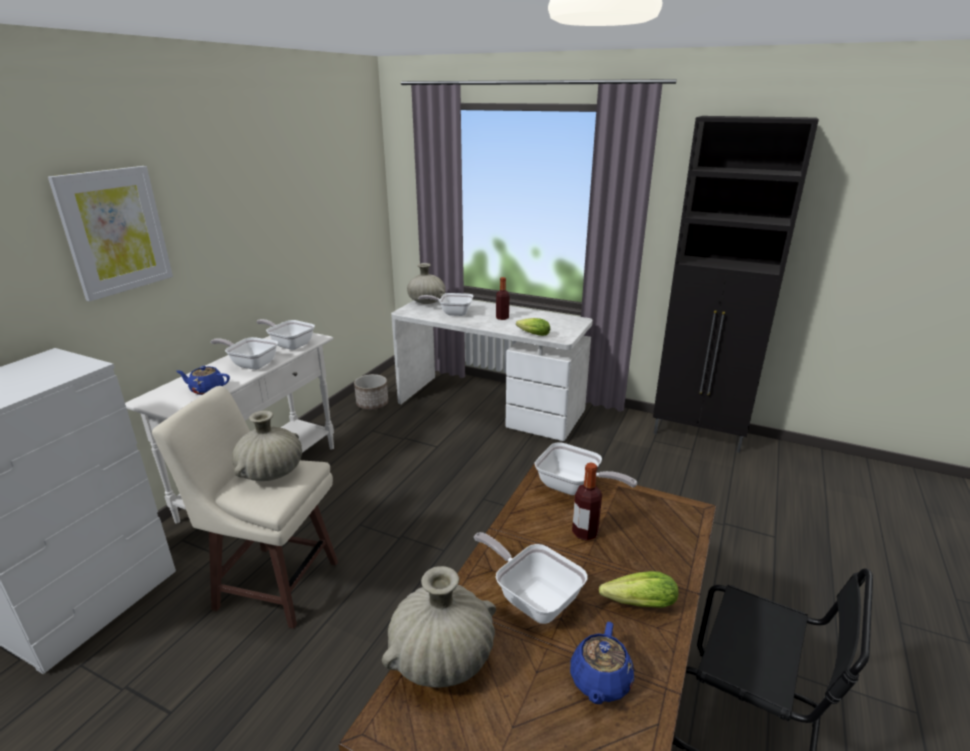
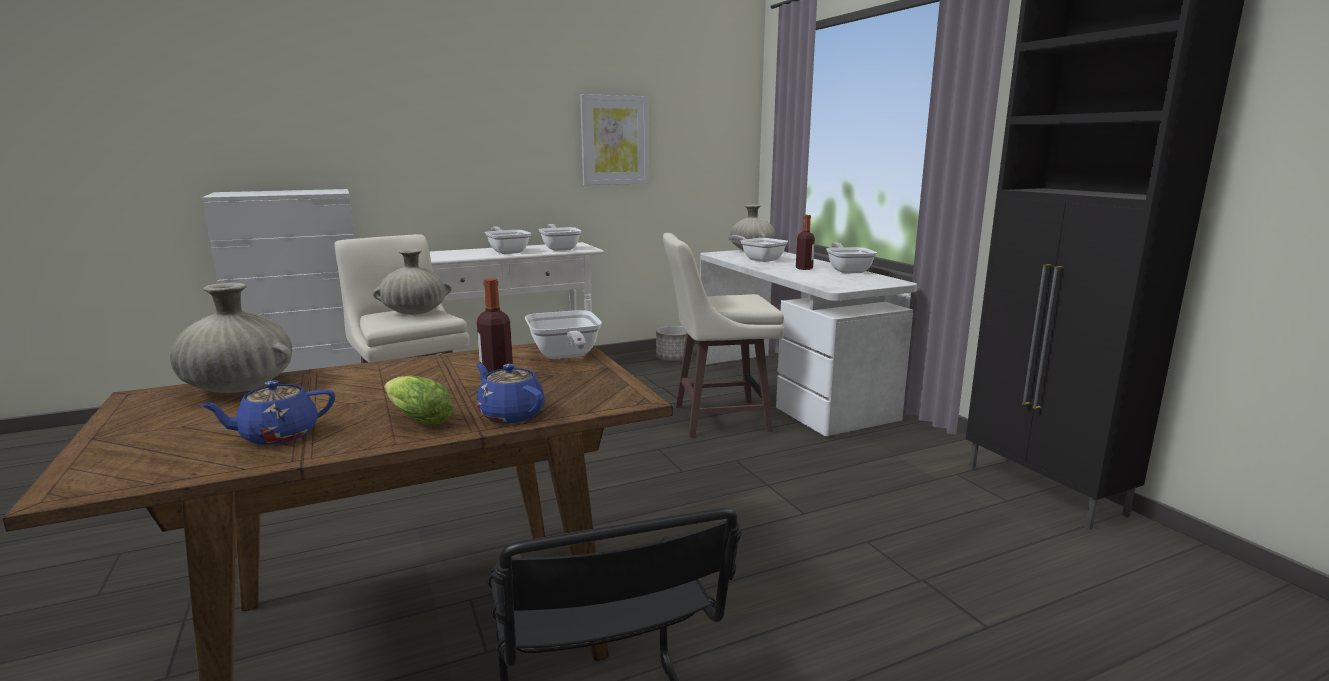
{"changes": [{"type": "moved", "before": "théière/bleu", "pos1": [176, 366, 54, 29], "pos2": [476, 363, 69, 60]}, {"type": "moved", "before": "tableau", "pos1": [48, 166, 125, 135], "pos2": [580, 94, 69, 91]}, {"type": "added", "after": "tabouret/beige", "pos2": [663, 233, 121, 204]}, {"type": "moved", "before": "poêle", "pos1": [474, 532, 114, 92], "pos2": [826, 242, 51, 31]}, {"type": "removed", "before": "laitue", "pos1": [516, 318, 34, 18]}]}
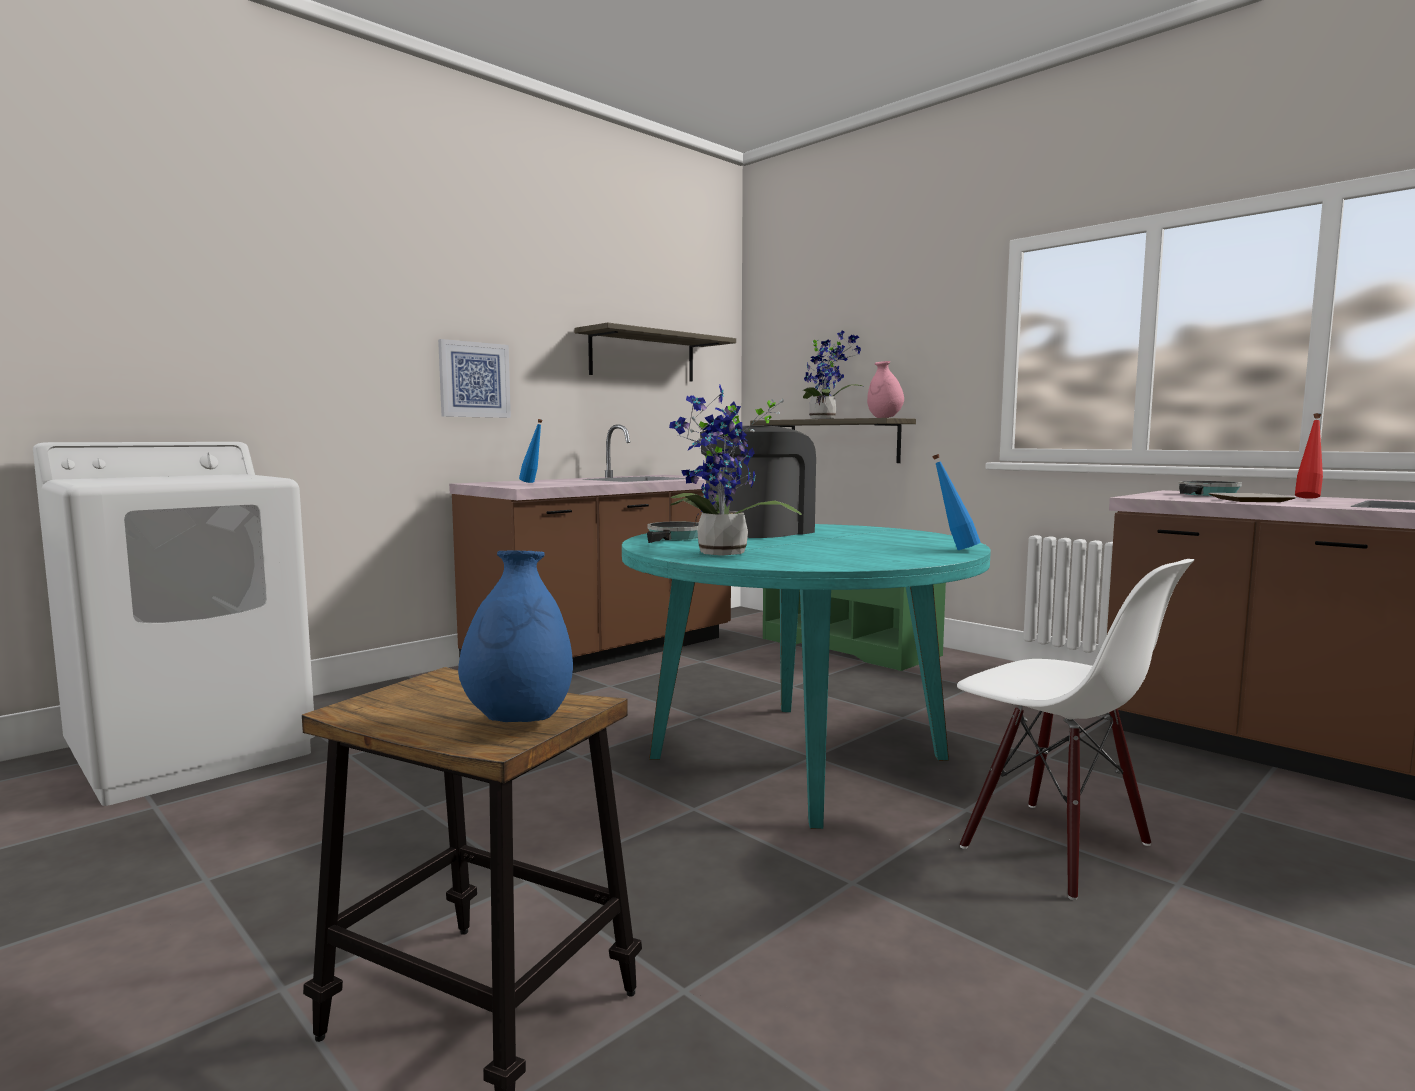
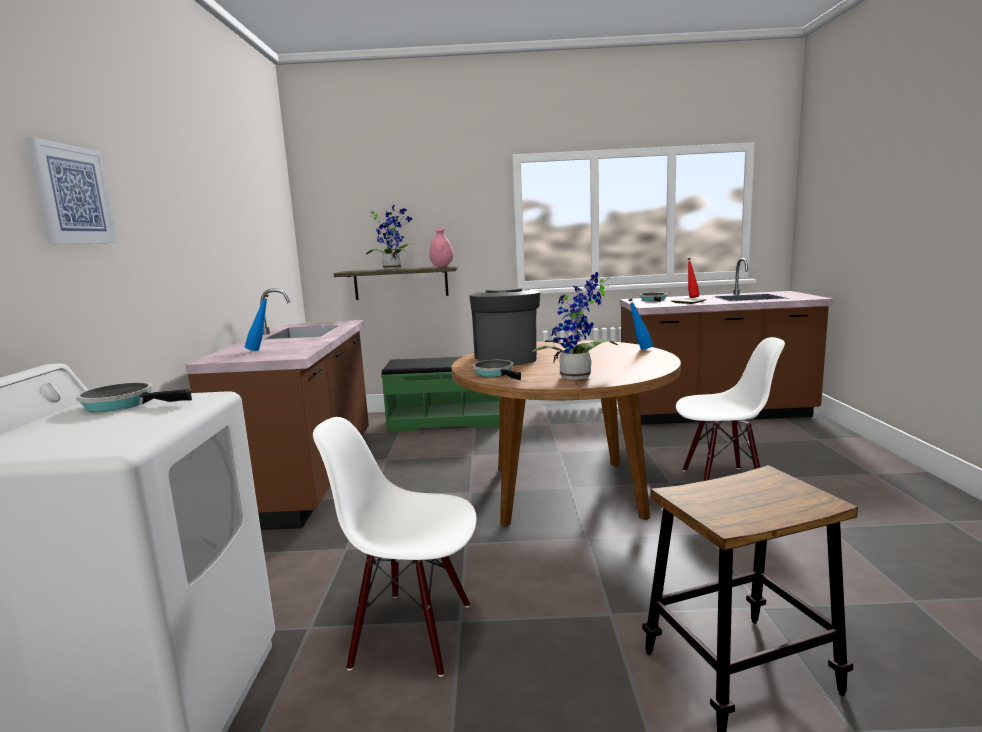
{"changes": [{"type": "moved", "before": "tableau", "pos1": [438, 339, 73, 79], "pos2": [26, 137, 92, 107]}, {"type": "added", "after": "poêle", "pos2": [76, 382, 116, 30]}, {"type": "added", "after": "chaise/blanc", "pos2": [313, 417, 164, 260]}, {"type": "recoloured", "before": "table à manger/turquoise", "after": "table à manger/marron", "pos1": [622, 524, 369, 305], "pos2": [452, 340, 229, 187]}, {"type": "removed", "before": "vase/bleu", "pos1": [458, 550, 115, 172]}, {"type": "removed", "before": "étagère", "pos1": [575, 323, 161, 59]}]}
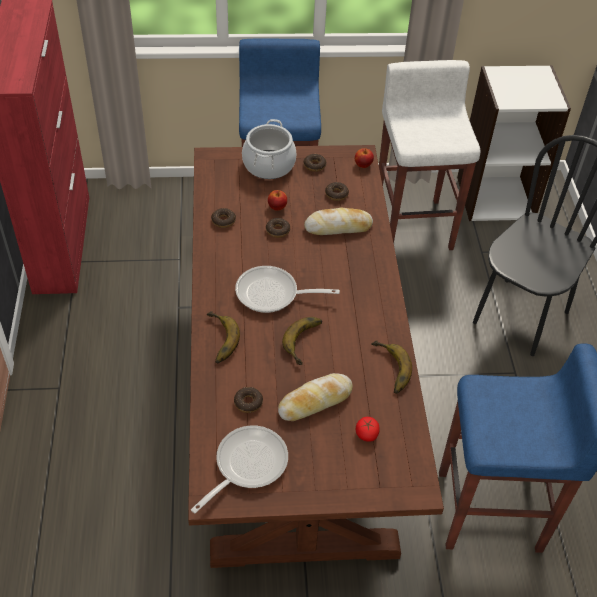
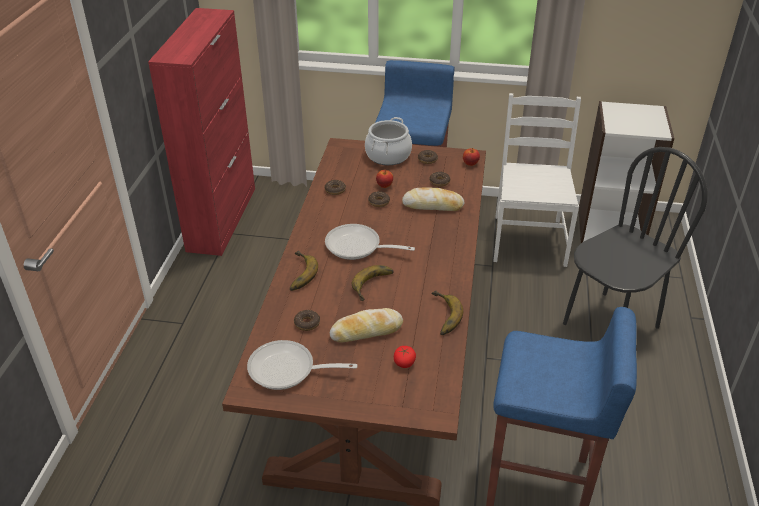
{"changes": [{"type": "turned", "before": "poêle", "pos1": [191, 425, 97, 88], "pos2": [247, 340, 111, 50], "turn": -135}, {"type": "replaced", "before": "tabouret/blanc", "after": "chaise/blanc", "pos1": [379, 60, 101, 190], "pos2": [494, 93, 87, 174]}]}
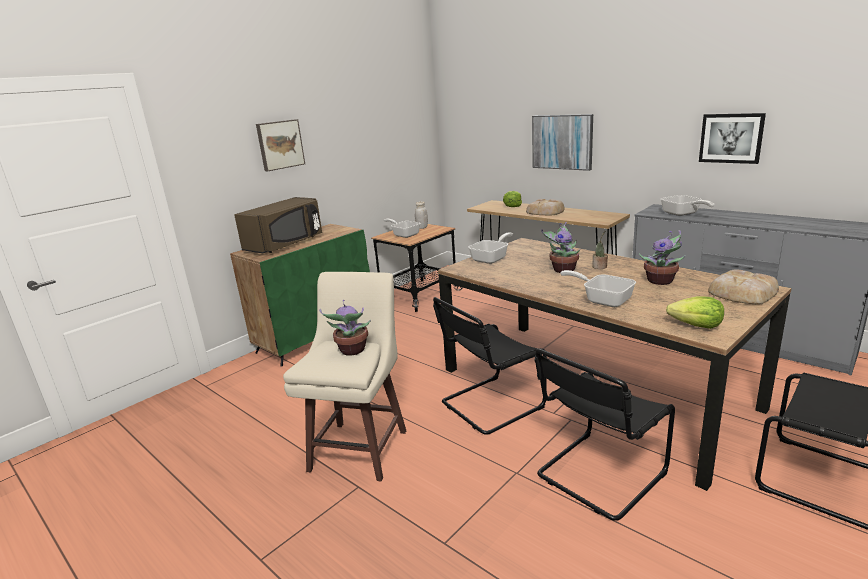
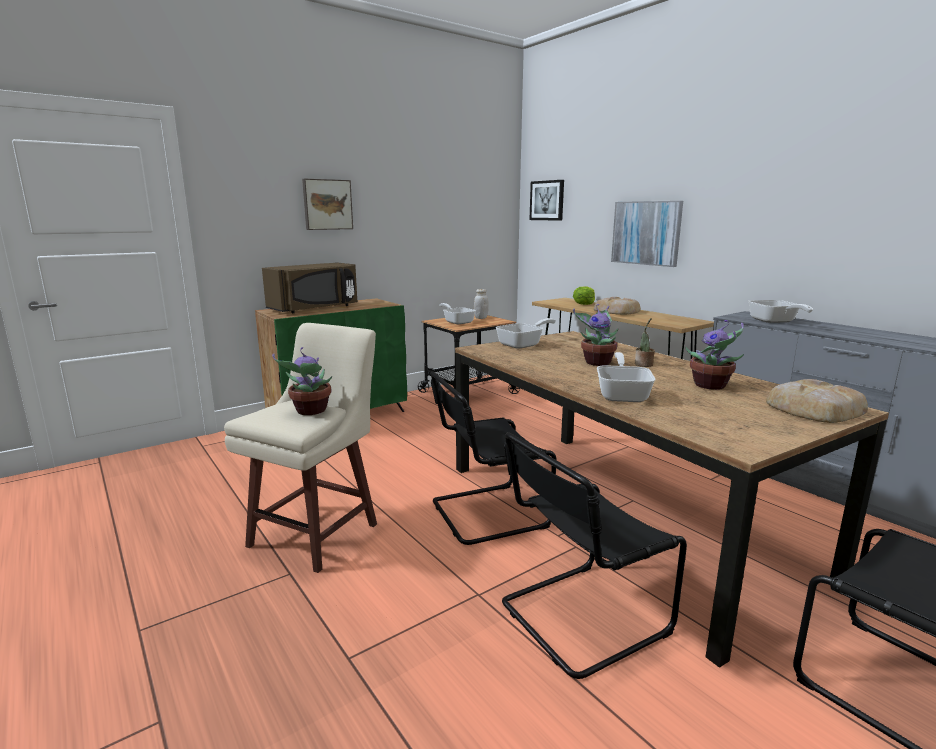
{"changes": [{"type": "moved", "before": "tableau", "pos1": [699, 113, 67, 51], "pos2": [529, 180, 35, 41]}, {"type": "turned", "before": "poêle", "pos1": [560, 270, 76, 37], "pos2": [597, 352, 58, 50], "turn": 45}, {"type": "removed", "before": "laitue", "pos1": [666, 296, 58, 33]}]}
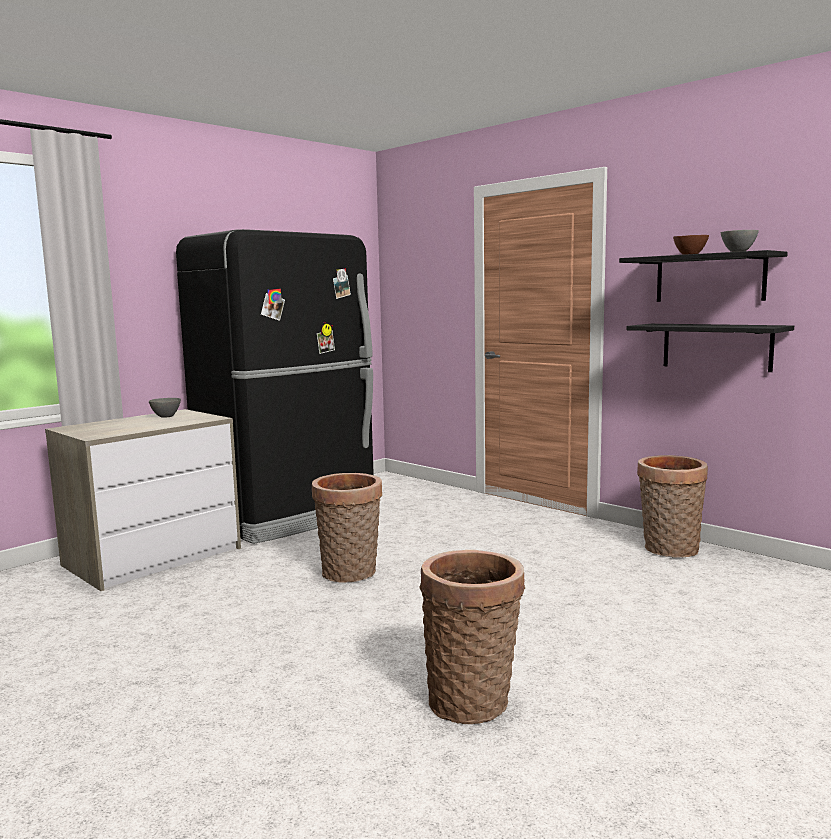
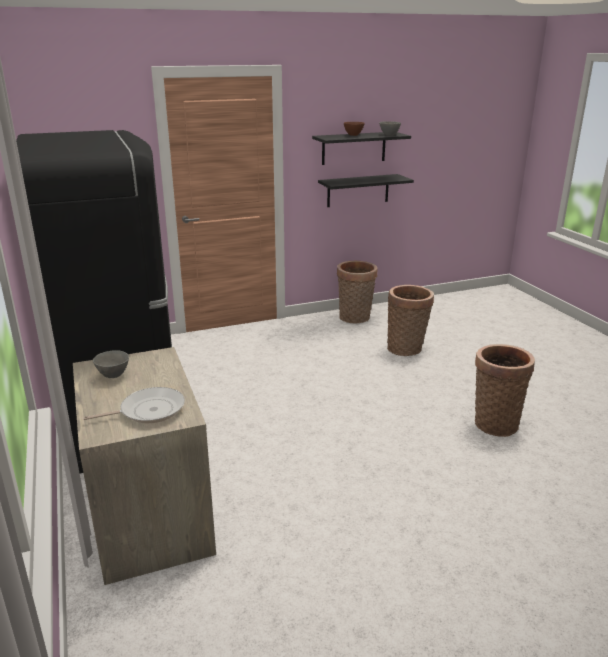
{"changes": [{"type": "added", "after": "poêle", "pos2": [83, 387, 102, 37]}, {"type": "moved", "before": "panier", "pos1": [312, 473, 70, 109], "pos2": [387, 285, 47, 71]}]}
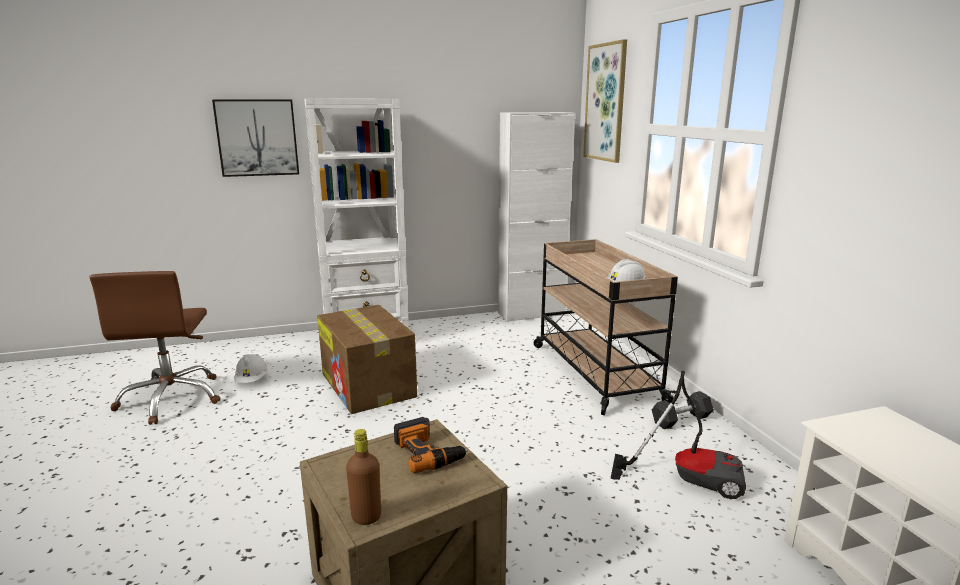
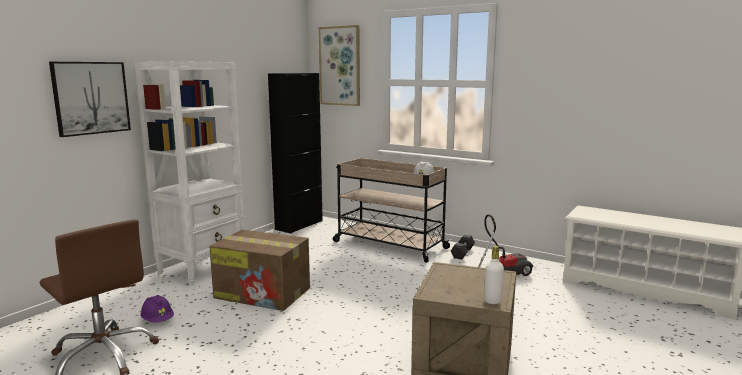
{"changes": [{"type": "recoloured", "before": "casque de chantier/blanc", "after": "casque de chantier/violet", "pos1": [234, 354, 34, 29], "pos2": [140, 295, 34, 28]}, {"type": "recoloured", "before": "meuble de rangement/blanc", "after": "meuble de rangement/noir", "pos1": [498, 112, 77, 210], "pos2": [268, 73, 55, 161]}, {"type": "recoloured", "before": "bouteille/marron", "after": "bouteille/blanc", "pos1": [346, 429, 35, 96], "pos2": [484, 246, 20, 58]}, {"type": "removed", "before": "perceuse", "pos1": [394, 417, 74, 56]}]}
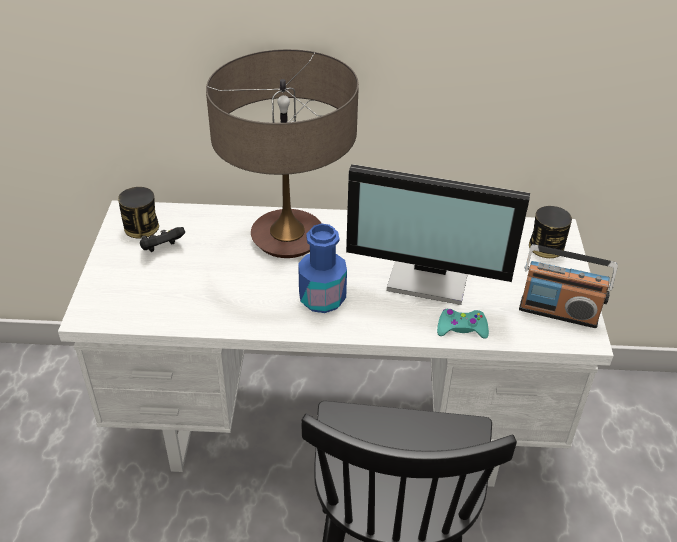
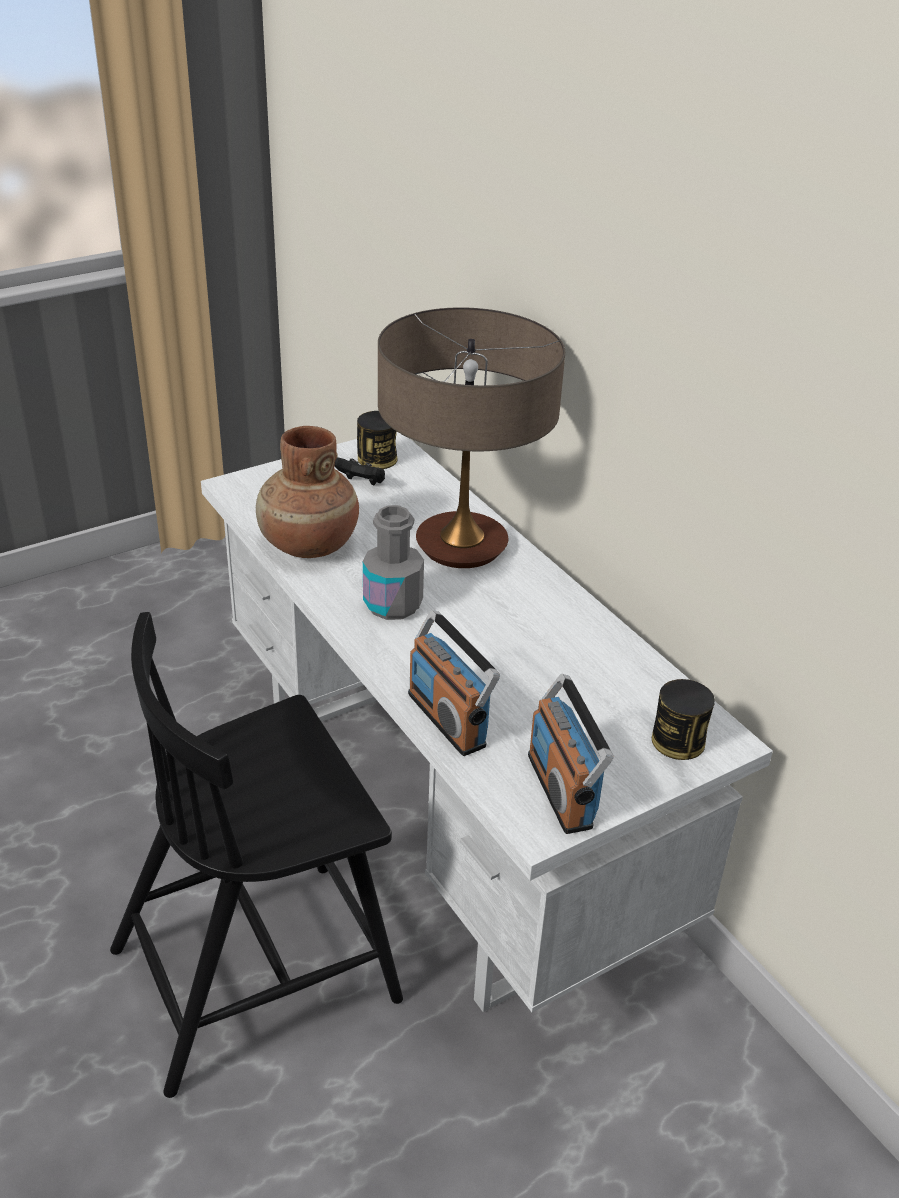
{"changes": [{"type": "added", "after": "vase/marron", "pos2": [256, 426, 103, 132]}, {"type": "recoloured", "before": "bouteille/bleu", "after": "bouteille/gris", "pos1": [298, 224, 49, 89], "pos2": [363, 505, 61, 115]}, {"type": "replaced", "before": "manette/turquoise", "after": "radio", "pos1": [437, 309, 52, 30], "pos2": [408, 610, 92, 146]}, {"type": "removed", "before": "écran d'ordinateur", "pos1": [346, 164, 184, 141]}]}
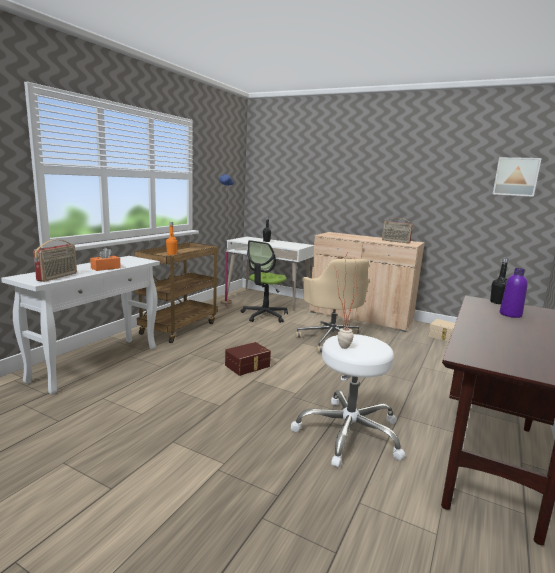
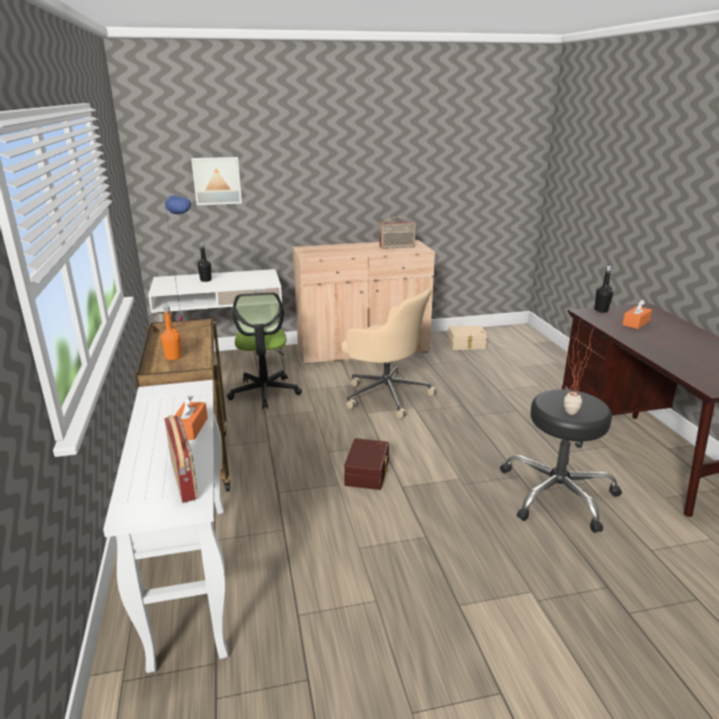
{"changes": [{"type": "moved", "before": "tableau", "pos1": [493, 157, 49, 40], "pos2": [191, 157, 51, 48]}, {"type": "recoloured", "before": "tabouret/blanc", "after": "tabouret/noir", "pos1": [291, 334, 114, 134], "pos2": [500, 389, 122, 144]}, {"type": "replaced", "before": "bouteille/violet", "after": "boîte à mouchoirs/orange", "pos1": [500, 268, 28, 50], "pos2": [622, 300, 30, 29]}]}
